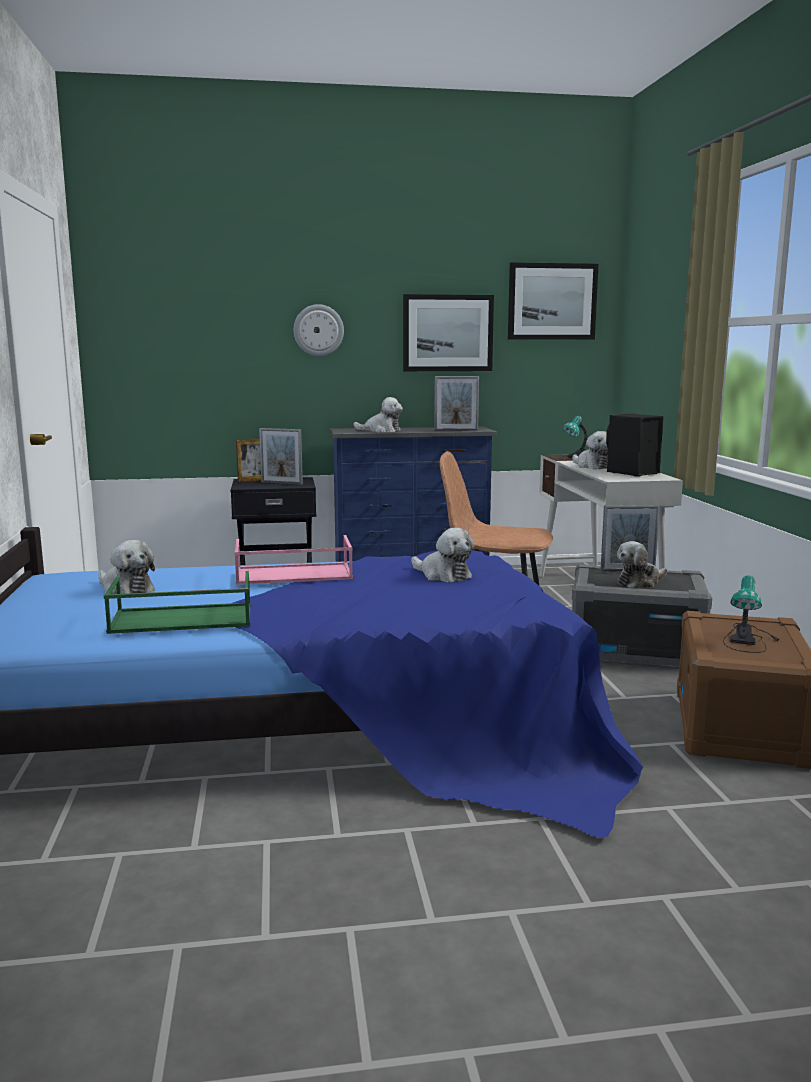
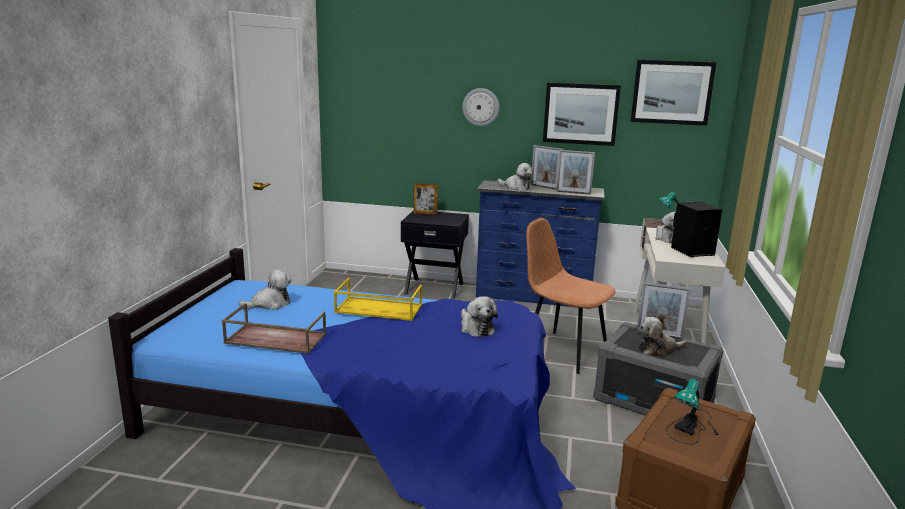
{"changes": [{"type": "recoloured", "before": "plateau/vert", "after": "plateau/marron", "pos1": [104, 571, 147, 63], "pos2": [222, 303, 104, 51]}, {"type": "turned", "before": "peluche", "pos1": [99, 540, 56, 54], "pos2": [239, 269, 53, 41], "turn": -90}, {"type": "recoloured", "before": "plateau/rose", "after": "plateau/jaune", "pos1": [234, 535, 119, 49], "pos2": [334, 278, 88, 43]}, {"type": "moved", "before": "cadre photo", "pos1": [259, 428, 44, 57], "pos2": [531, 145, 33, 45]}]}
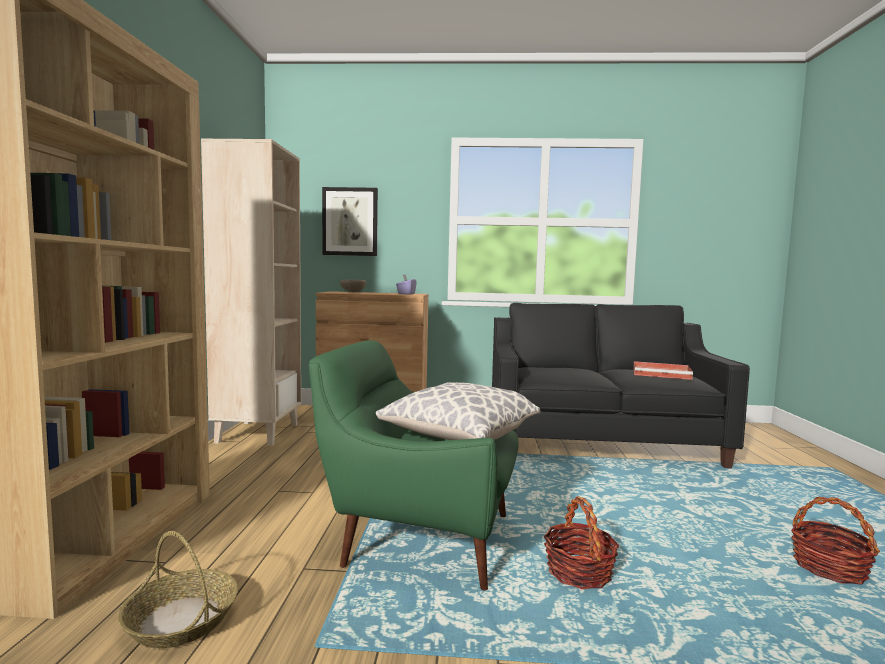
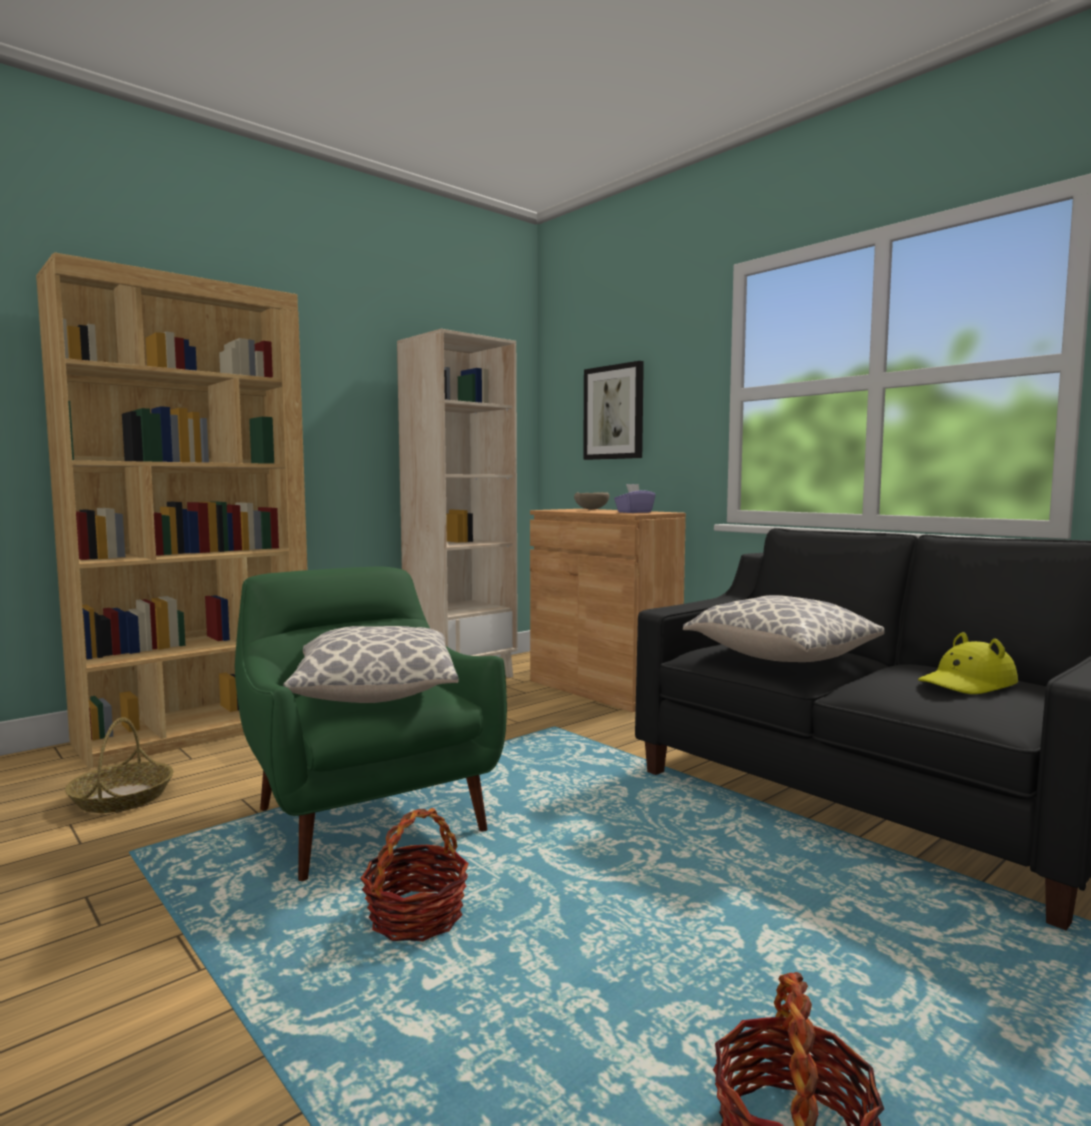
{"changes": [{"type": "added", "after": "coussin", "pos2": [683, 595, 201, 67]}, {"type": "replaced", "before": "plateau/rouge", "after": "chapeau/jaune", "pos1": [633, 361, 60, 19], "pos2": [918, 632, 100, 62]}]}
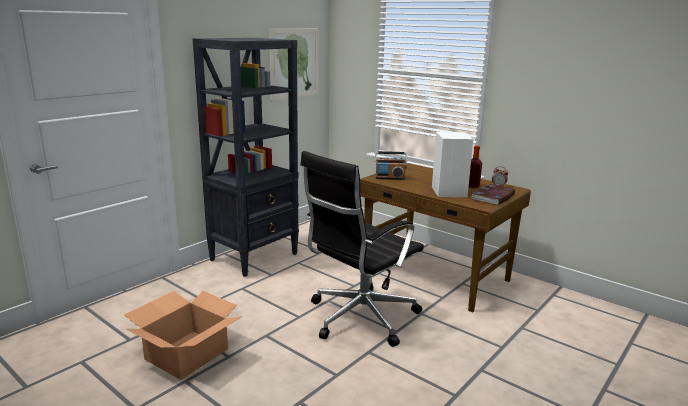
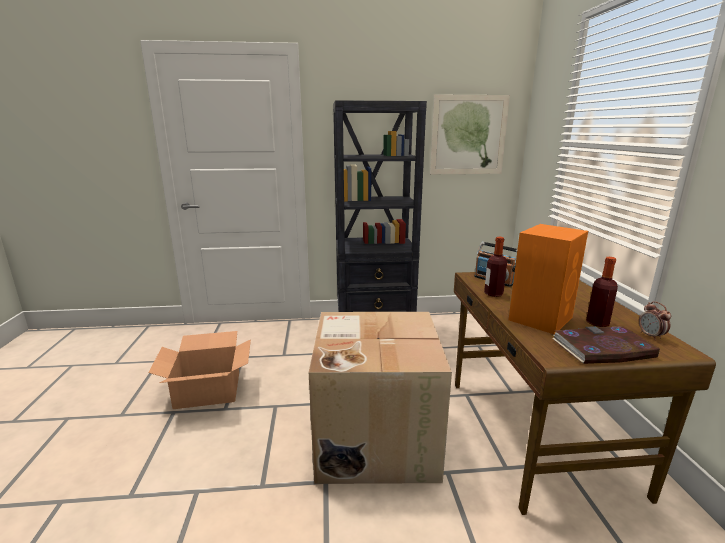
{"changes": [{"type": "replaced", "before": "chaise de bureau/noir", "after": "carton", "pos1": [300, 151, 124, 196], "pos2": [309, 312, 143, 172]}, {"type": "added", "after": "bouteille", "pos2": [484, 237, 23, 60]}, {"type": "recoloured", "before": "enceinte/blanc", "after": "enceinte/orange", "pos1": [432, 132, 41, 65], "pos2": [509, 224, 79, 111]}]}
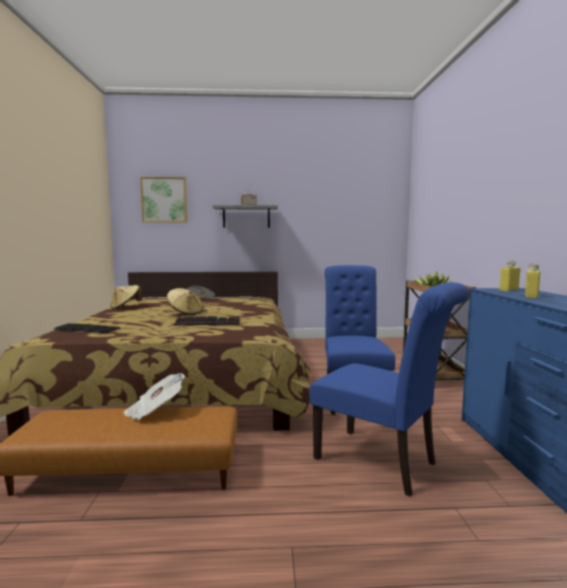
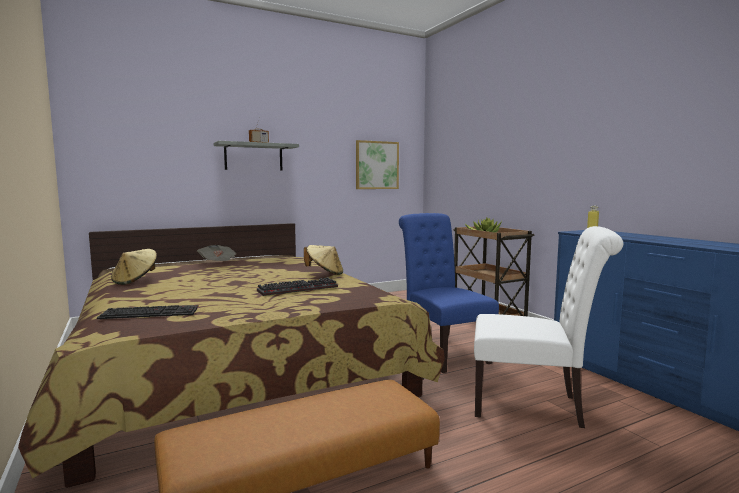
{"changes": [{"type": "moved", "before": "chapeau/beige", "pos1": [167, 288, 36, 27], "pos2": [304, 245, 39, 30]}, {"type": "moved", "before": "tableau", "pos1": [140, 177, 47, 45], "pos2": [356, 140, 43, 49]}, {"type": "recoloured", "before": "chaise/bleu", "after": "chaise/blanc", "pos1": [309, 282, 160, 215], "pos2": [474, 226, 149, 202]}, {"type": "removed", "before": "journal", "pos1": [123, 373, 62, 48]}, {"type": "removed", "before": "bouteille/jaune", "pos1": [525, 263, 15, 35]}]}
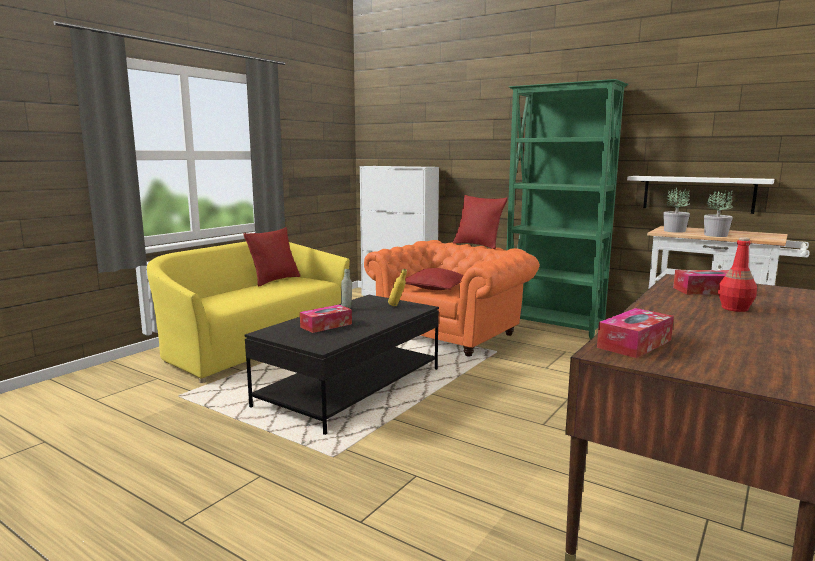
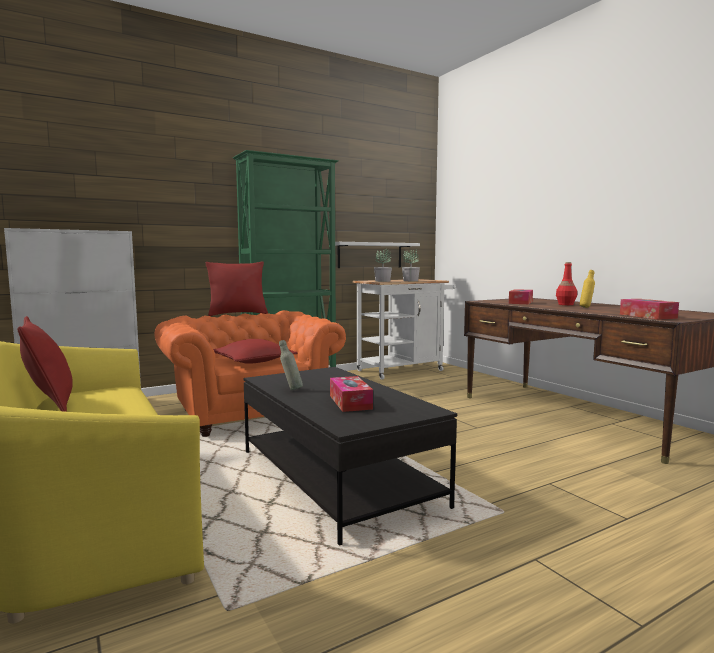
{"changes": [{"type": "moved", "before": "bouteille/jaune", "pos1": [388, 269, 19, 37], "pos2": [579, 270, 16, 38]}]}
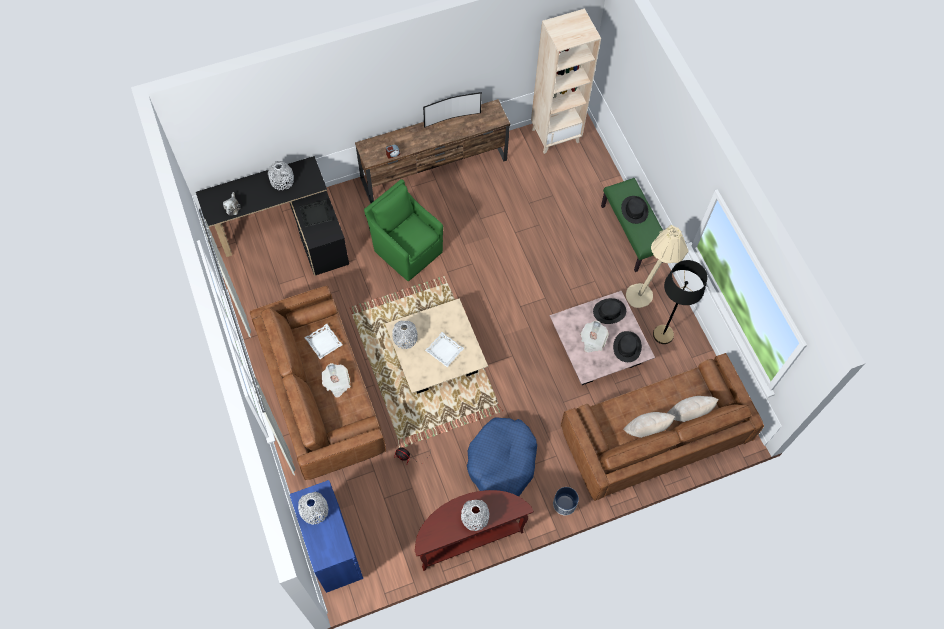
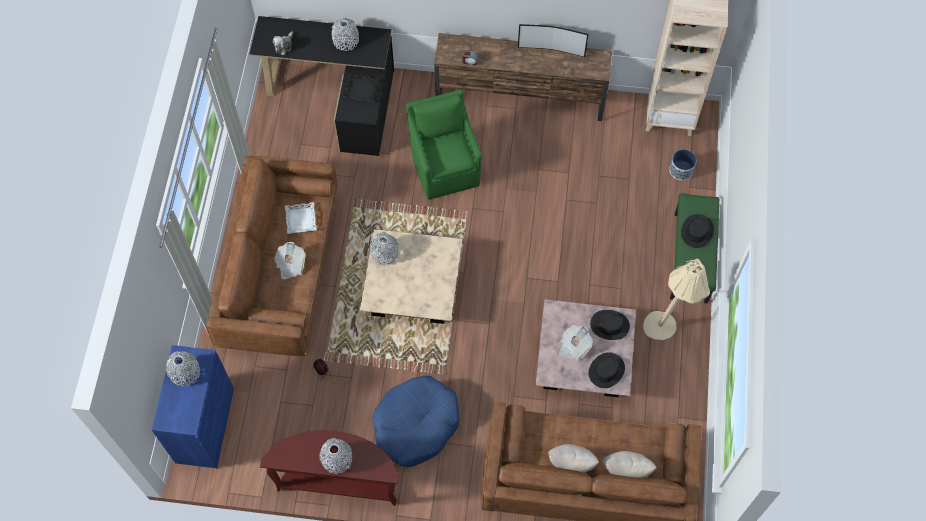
{"changes": [{"type": "moved", "before": "cache-pot", "pos1": [553, 487, 26, 28], "pos2": [669, 149, 27, 31]}, {"type": "removed", "before": "plateau/blanc", "pos1": [425, 332, 39, 35]}, {"type": "removed", "before": "lampadaire/noir", "pos1": [653, 260, 55, 84]}]}
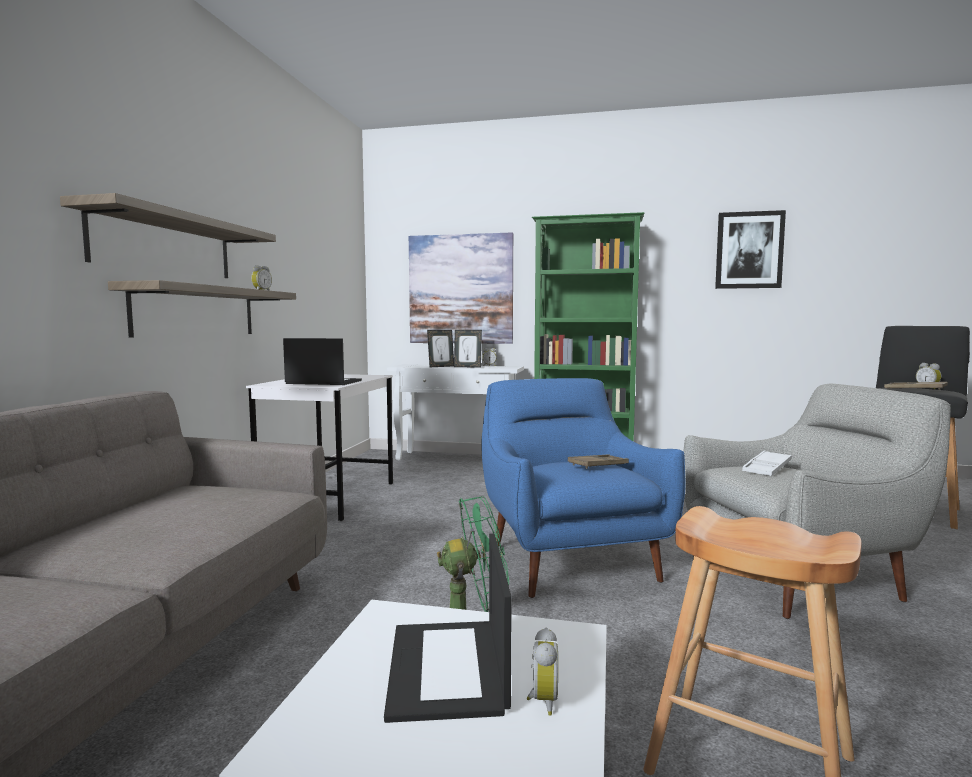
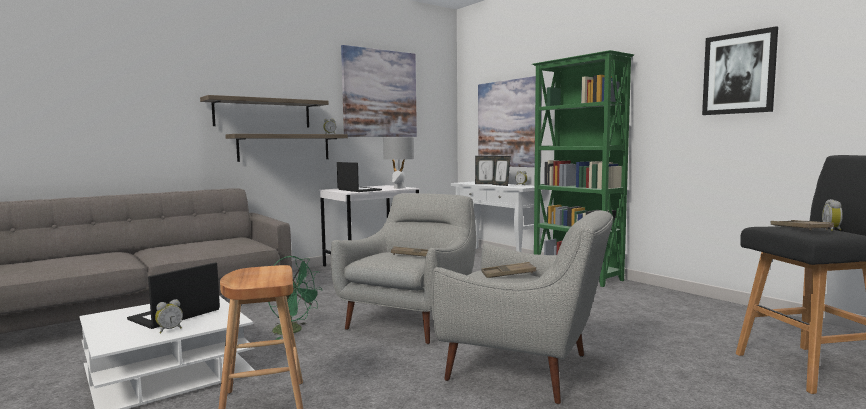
{"changes": [{"type": "recoloured", "before": "fauteuil/bleu", "after": "fauteuil/gris", "pos1": [481, 378, 205, 220], "pos2": [331, 193, 145, 151]}, {"type": "added", "after": "tableau", "pos2": [341, 45, 76, 92]}, {"type": "added", "after": "lampe de table/gris", "pos2": [383, 137, 31, 52]}, {"type": "recoloured", "before": "plateau/blanc", "after": "plateau/marron", "pos1": [742, 450, 50, 26], "pos2": [481, 262, 55, 16]}]}
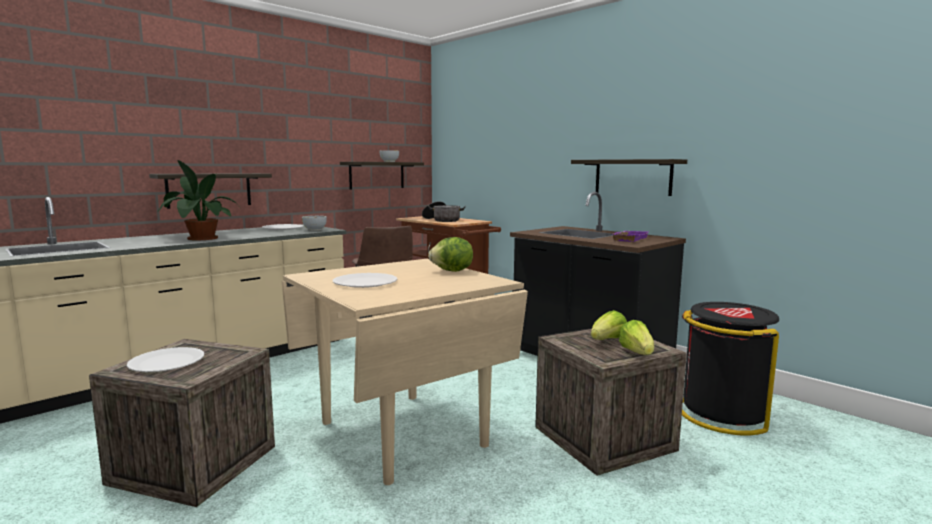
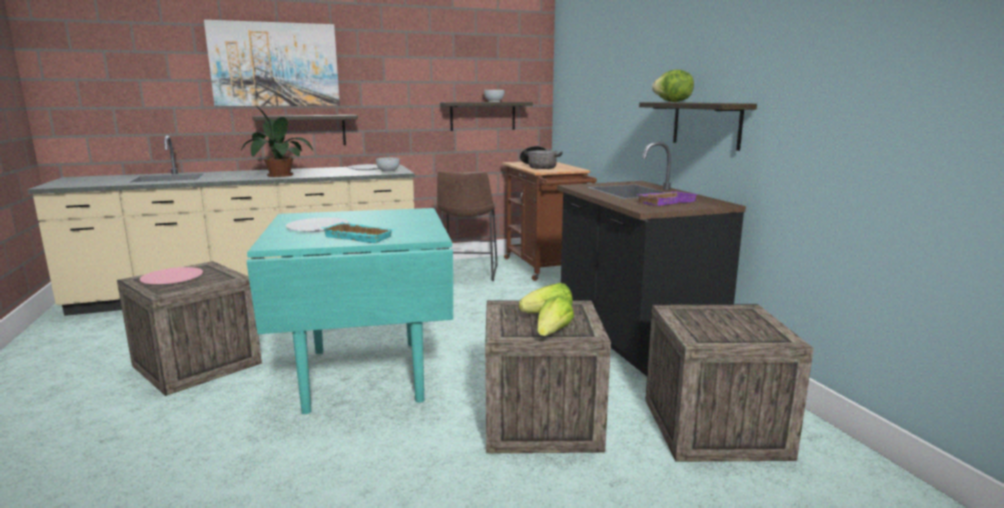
{"changes": [{"type": "recoloured", "before": "assiette/blanc", "after": "assiette/rose", "pos1": [127, 347, 77, 25], "pos2": [140, 267, 63, 17]}, {"type": "added", "after": "tableau", "pos2": [204, 20, 136, 86]}, {"type": "recoloured", "before": "table à manger/beige", "after": "table à manger/turquoise", "pos1": [282, 259, 246, 226], "pos2": [246, 208, 207, 206]}, {"type": "added", "after": "plateau/turquoise", "pos2": [321, 222, 74, 21]}, {"type": "replaced", "before": "poubelle/noir", "after": "caisse", "pos1": [682, 302, 97, 133], "pos2": [645, 304, 169, 158]}, {"type": "moved", "before": "laitue", "pos1": [428, 237, 45, 35], "pos2": [652, 70, 42, 32]}]}
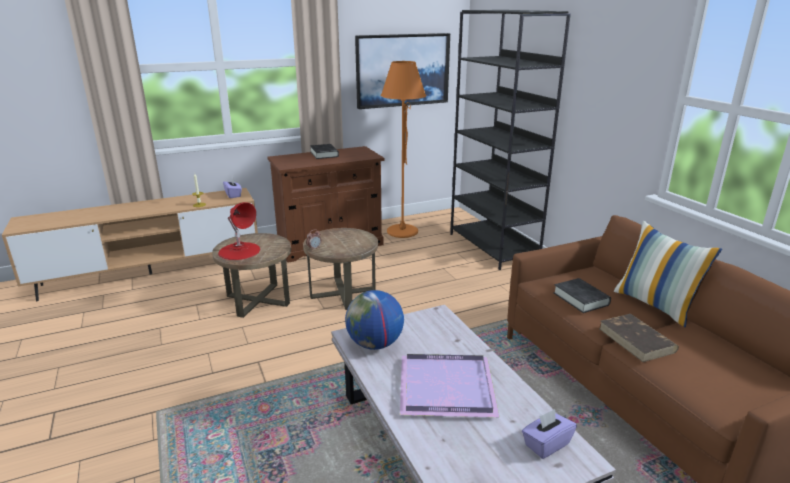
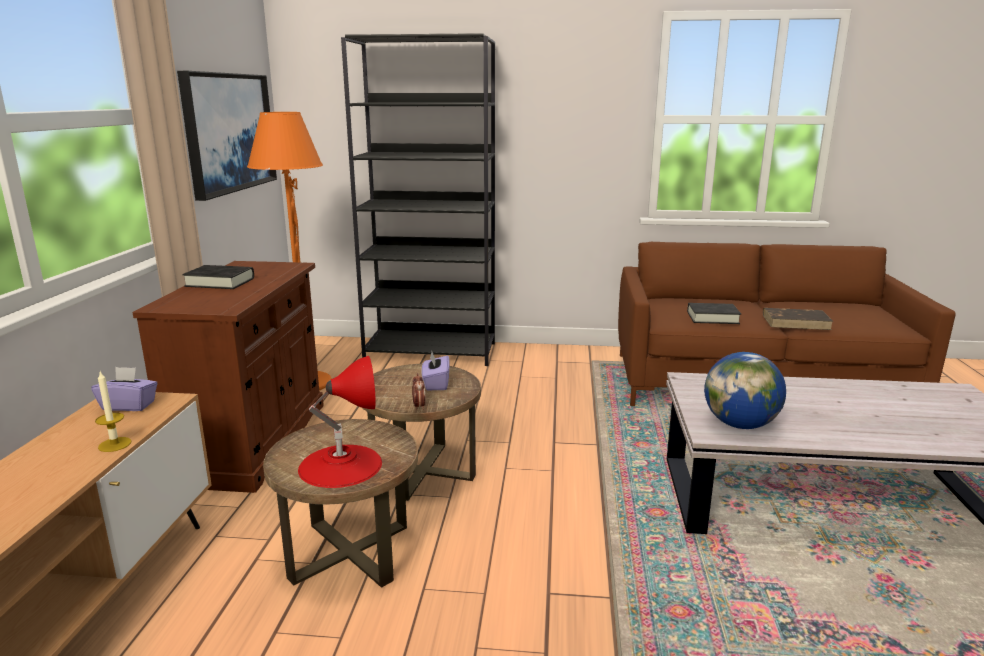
{"changes": [{"type": "moved", "before": "boîte à mouchoirs/violet", "pos1": [522, 409, 55, 50], "pos2": [422, 352, 28, 38]}, {"type": "removed", "before": "plateau/violet", "pos1": [400, 354, 99, 63]}, {"type": "removed", "before": "coussin", "pos1": [614, 221, 108, 106]}]}
